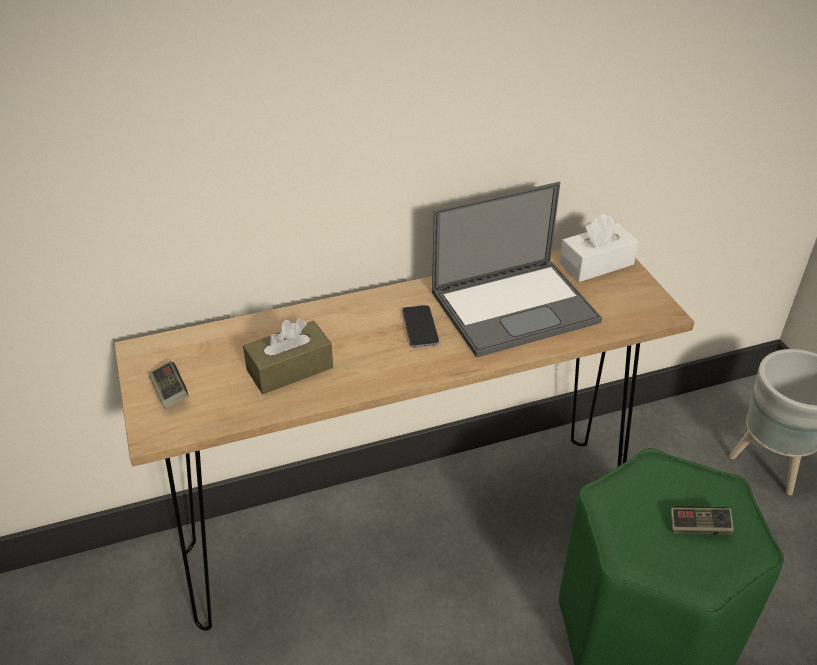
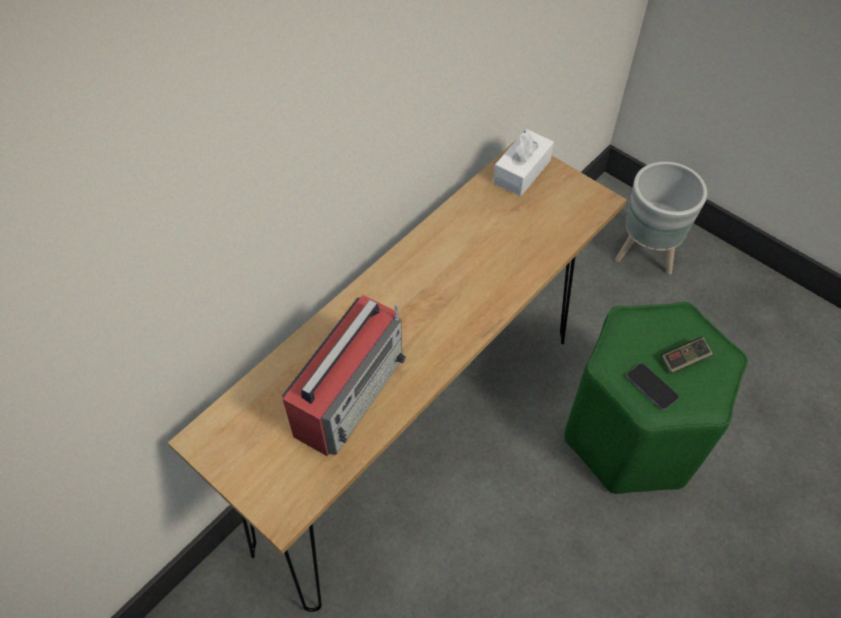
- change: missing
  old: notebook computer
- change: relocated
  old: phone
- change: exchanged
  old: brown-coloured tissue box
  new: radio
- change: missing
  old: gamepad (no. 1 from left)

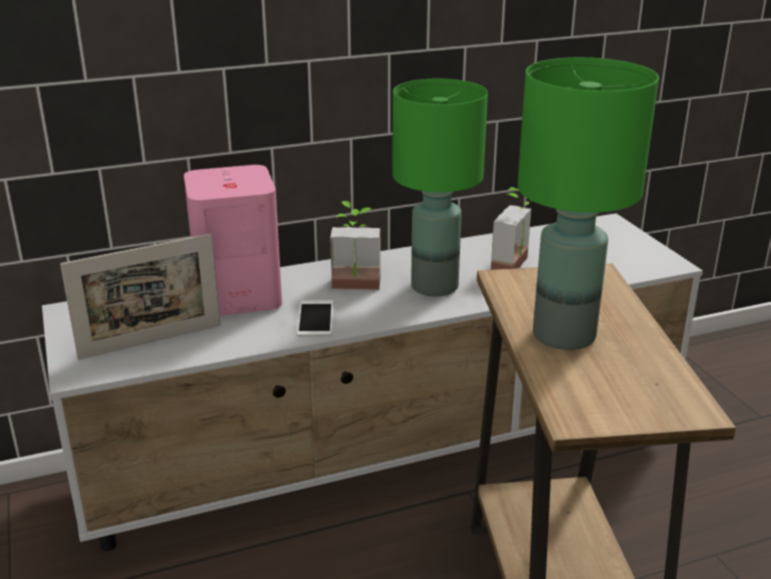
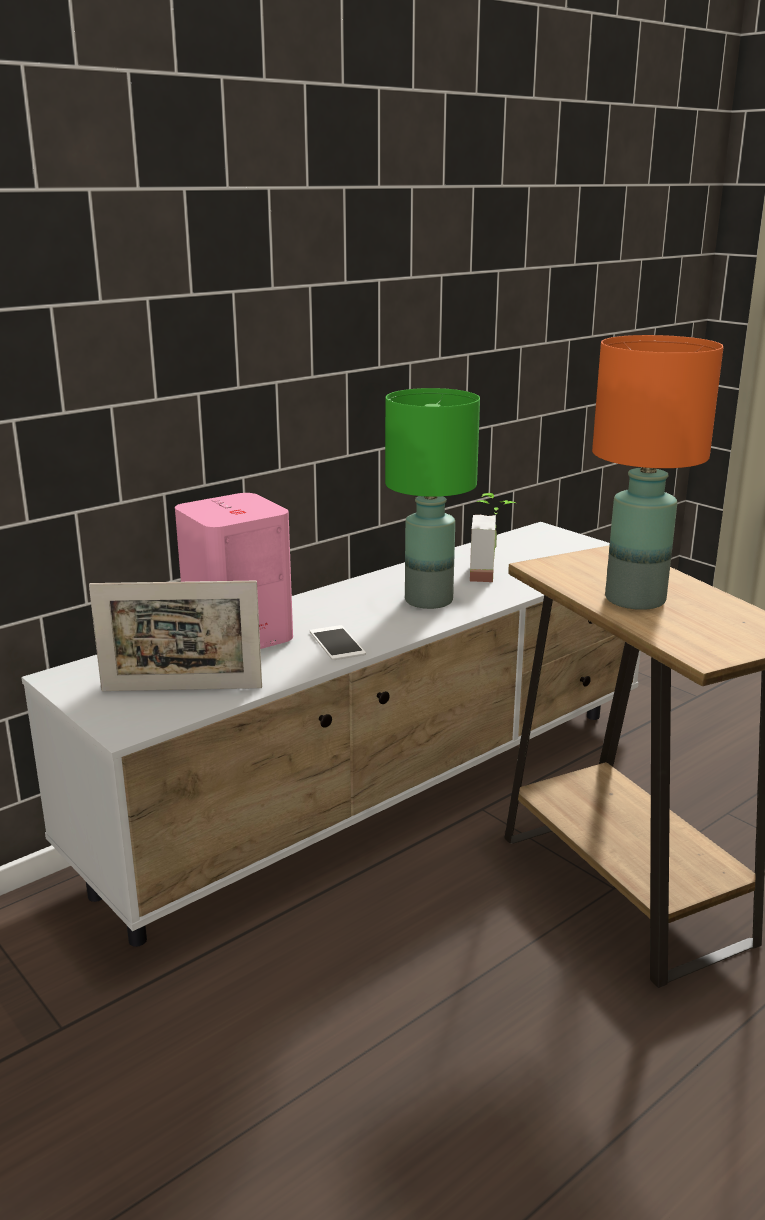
- change: colour
  old: green table lamp (no. 2 from left)
  new: orange table lamp
- change: missing
  old: houseplant (no. 1 from left)
- change: spun
  old: standing frame
  degrees: 45

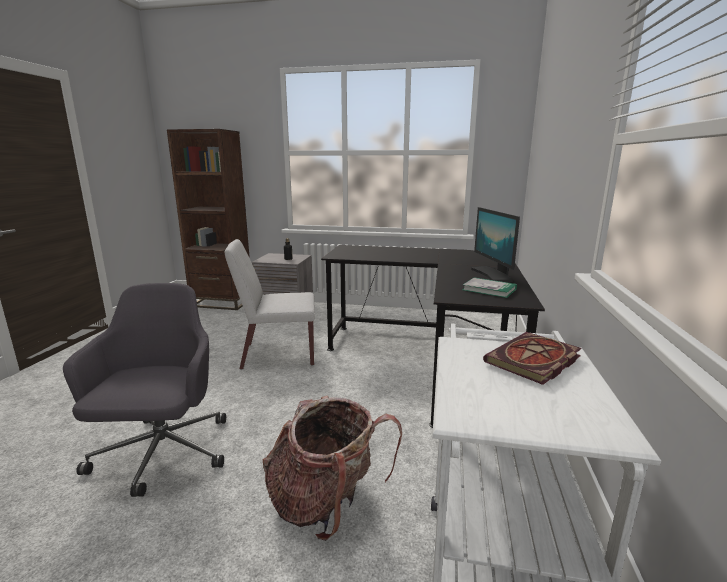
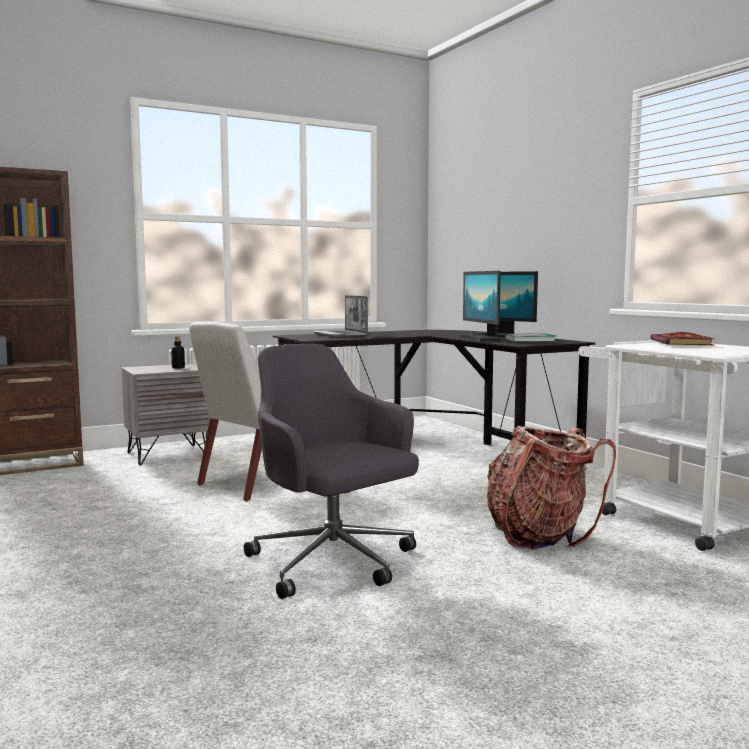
- change: appeared
  new: computer display (no. 1 from left)
- change: appeared
  new: notebook computer

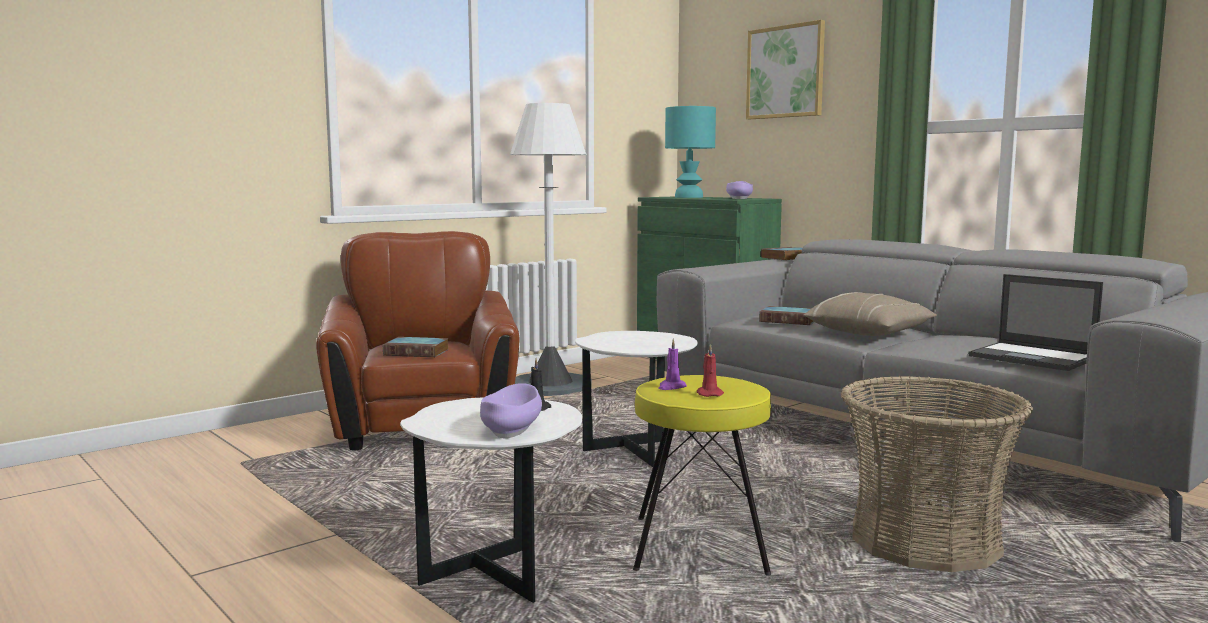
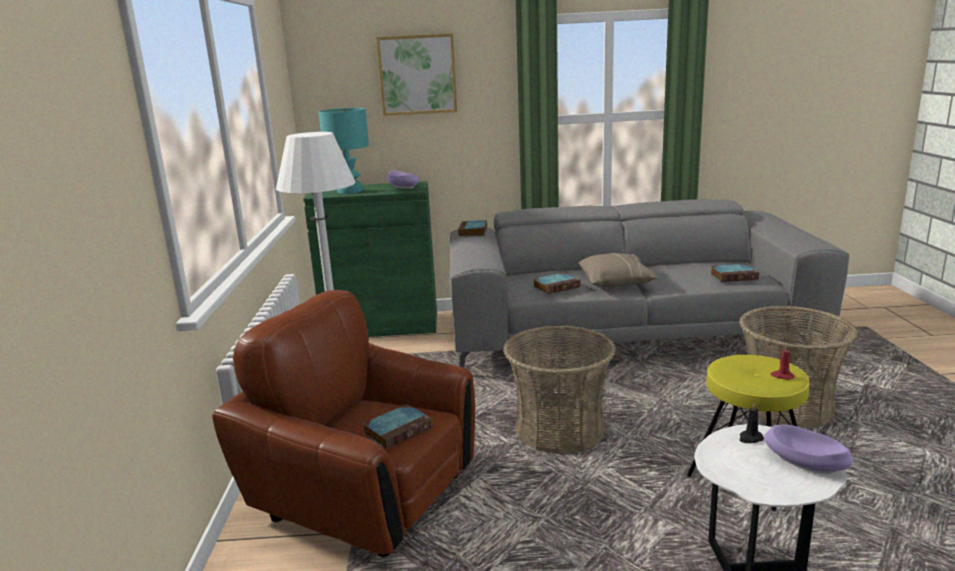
- change: exchanged
  old: notebook computer
  new: bound book (no. 4 from left)
- change: exchanged
  old: whitish accent table (no. 2 from left)
  new: basket (no. 1 from left)
- change: missing
  old: purple wax light

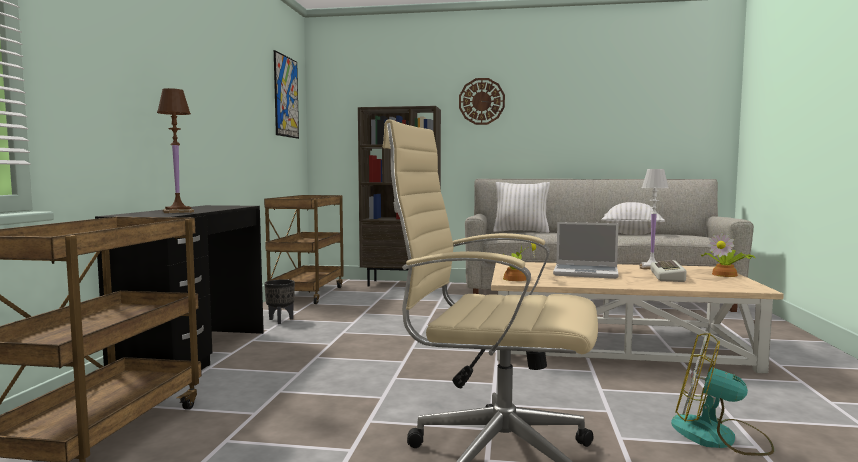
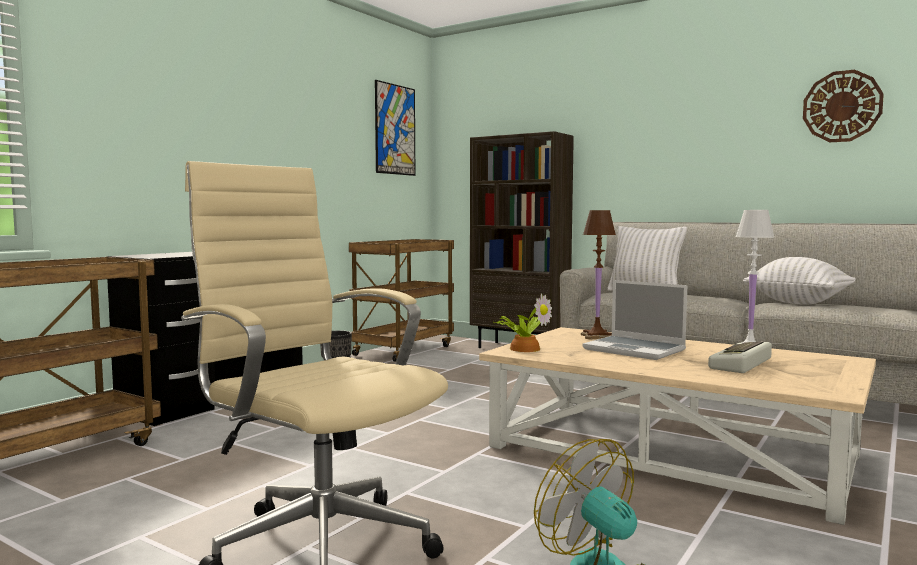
- change: relocated
  old: hanging clock
- change: relocated
  old: brown-coloured table lamp
- change: missing
  old: houseplant (no. 2 from left)

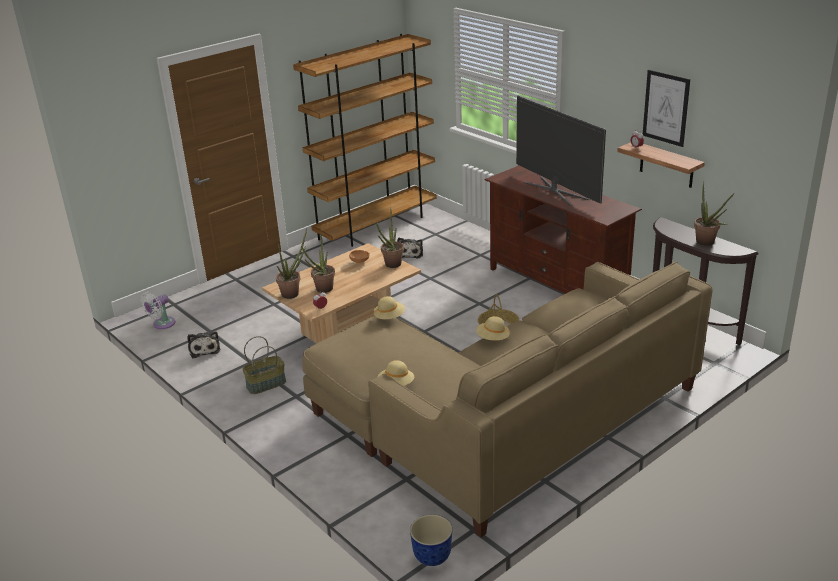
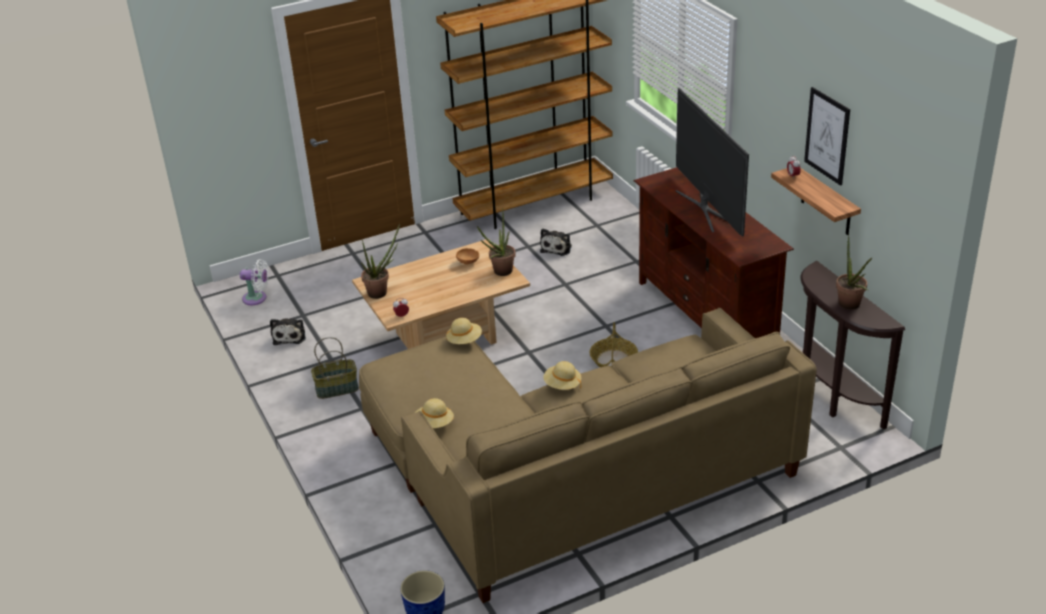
- change: missing
  old: houseplant (no. 2 from left)
- change: spun
  old: whitish cooling fan
  degrees: -135

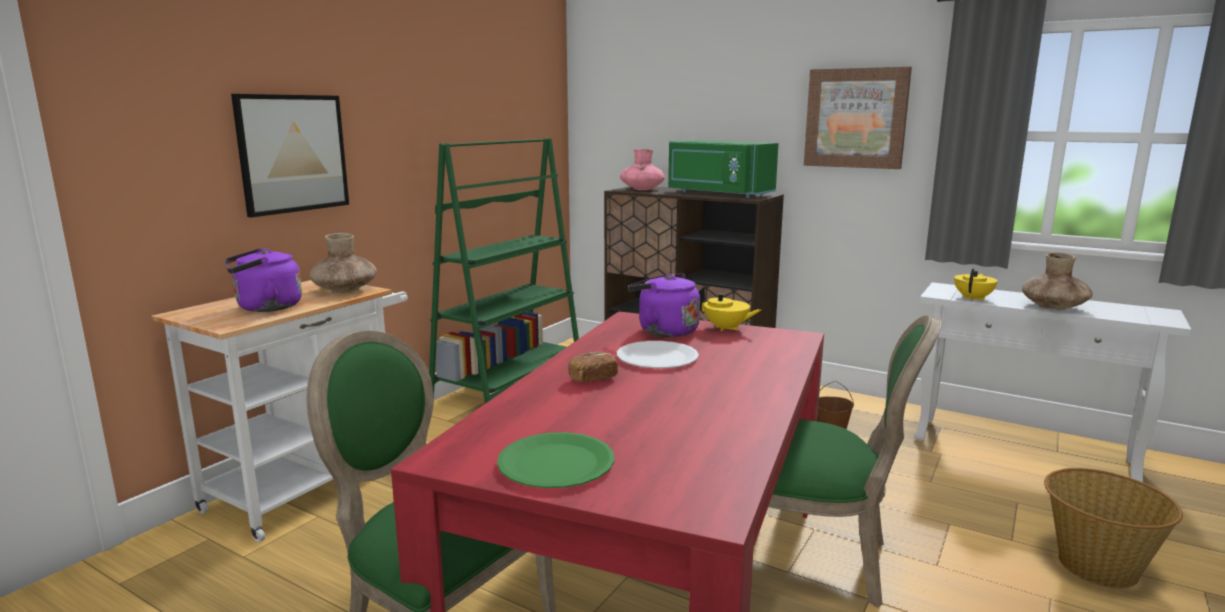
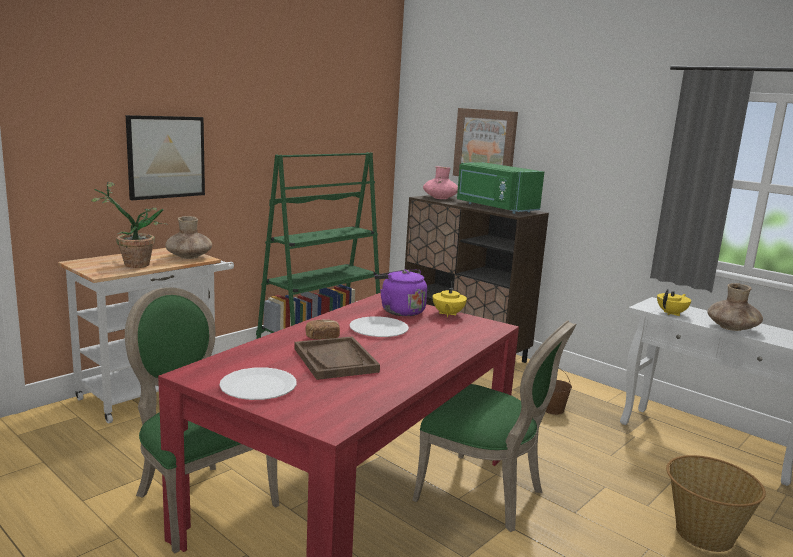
- change: relocated
  old: picture (no. 2 from left)
- change: exchanged
  old: purple water kettle (no. 1 from left)
  new: houseplant
- change: spun
  old: yellow-coloured tea pot (no. 1 from left)
  degrees: 60
- change: colour
  old: green dinner plate
  new: whitish dinner plate (no. 1 from left)
- change: appeared
  new: brown-coloured serving tray

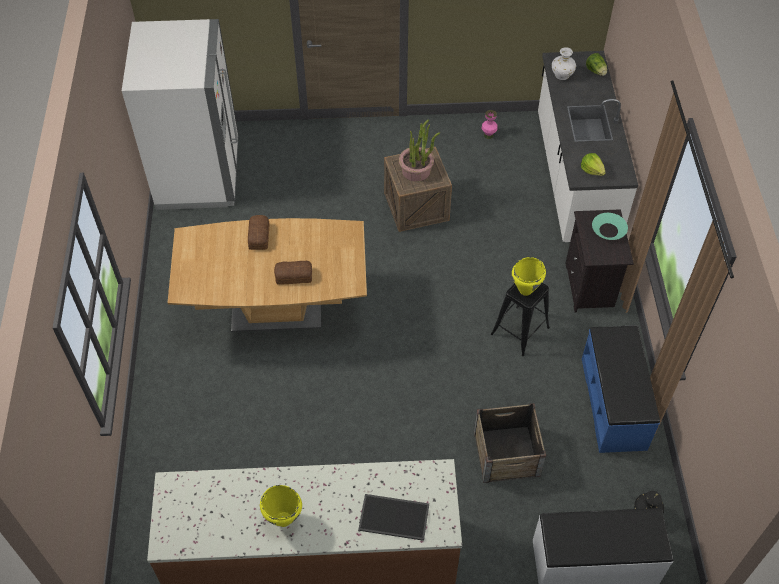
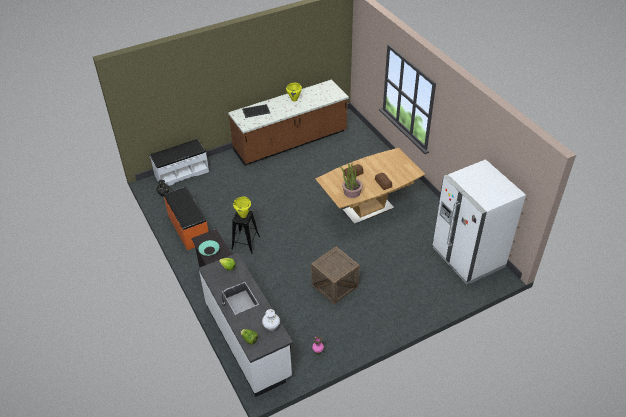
- change: relocated
  old: houseplant
- change: colour
  old: bluish long seat
  new: orange long seat
- change: missing
  old: crate (no. 2 from left)

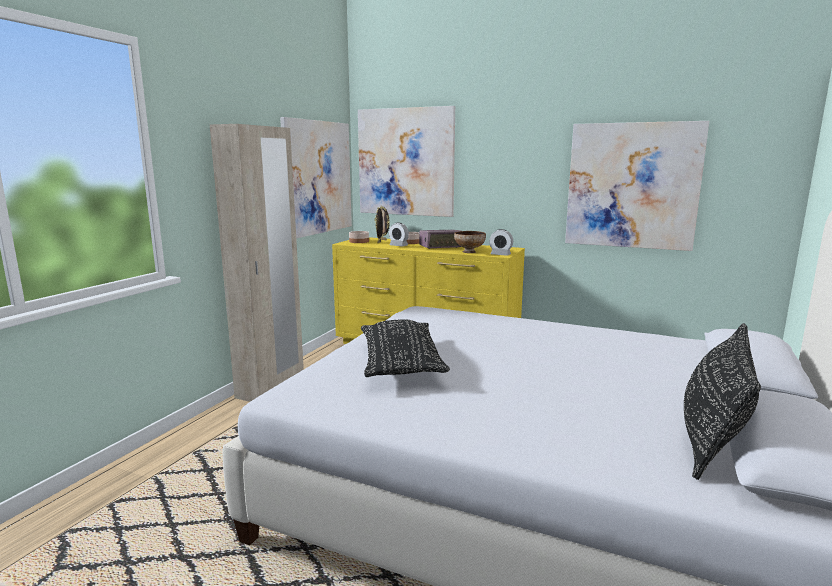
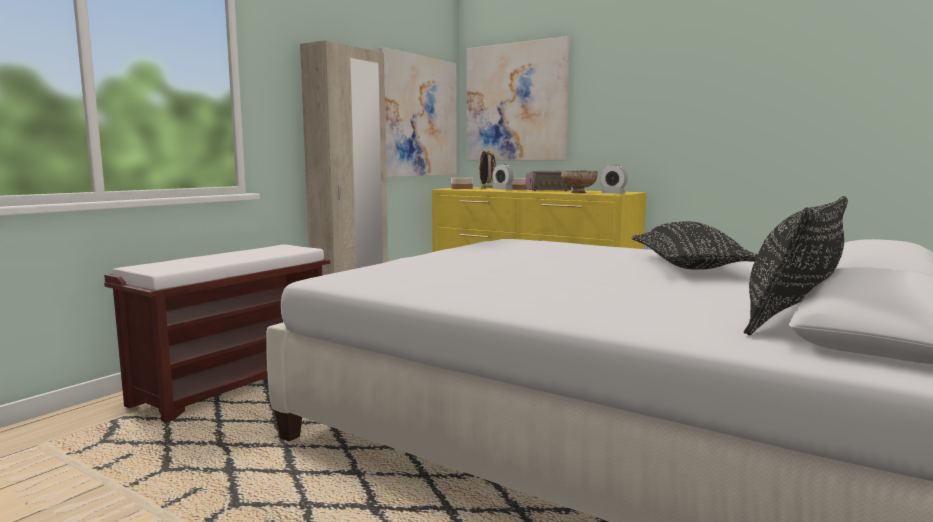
- change: missing
  old: picture (no. 3 from left)
- change: relocated
  old: black cushion (no. 1 from left)
- change: appeared
  new: brown-coloured long seat

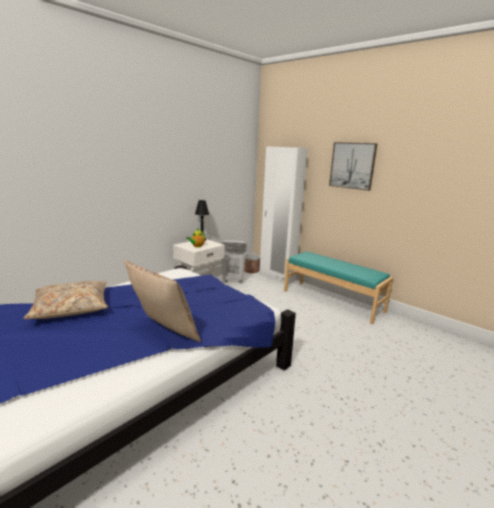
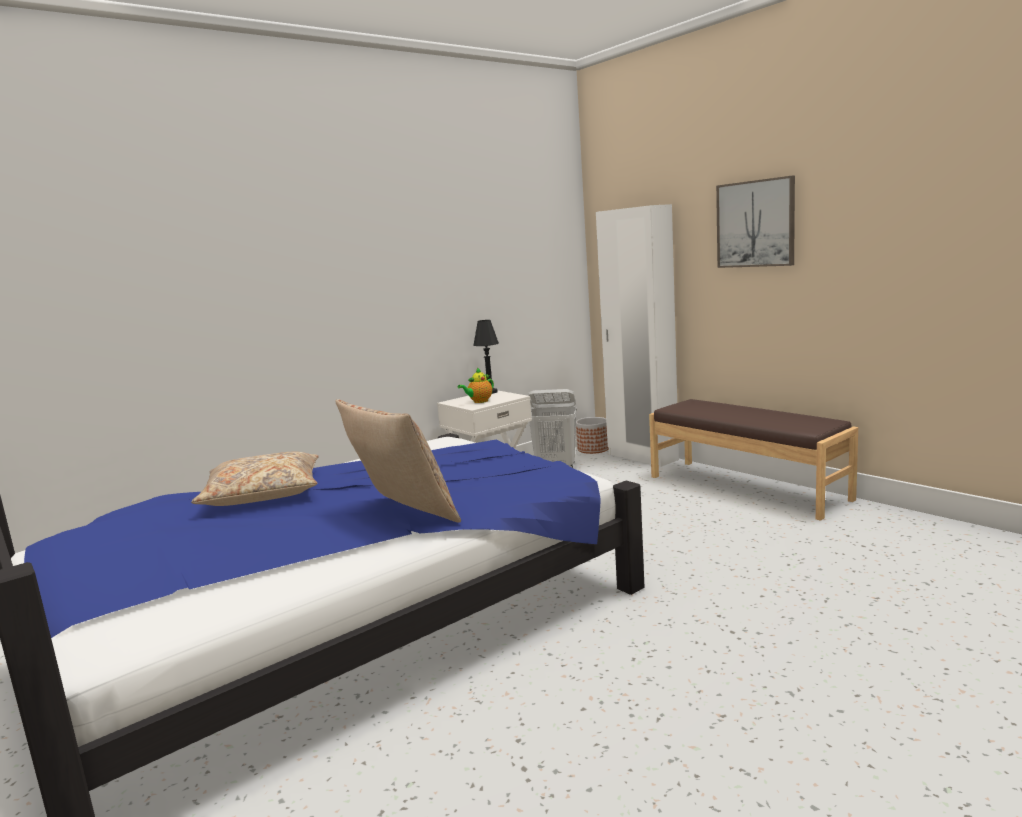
- change: colour
  old: turquoise long seat
  new: brown-coloured long seat

